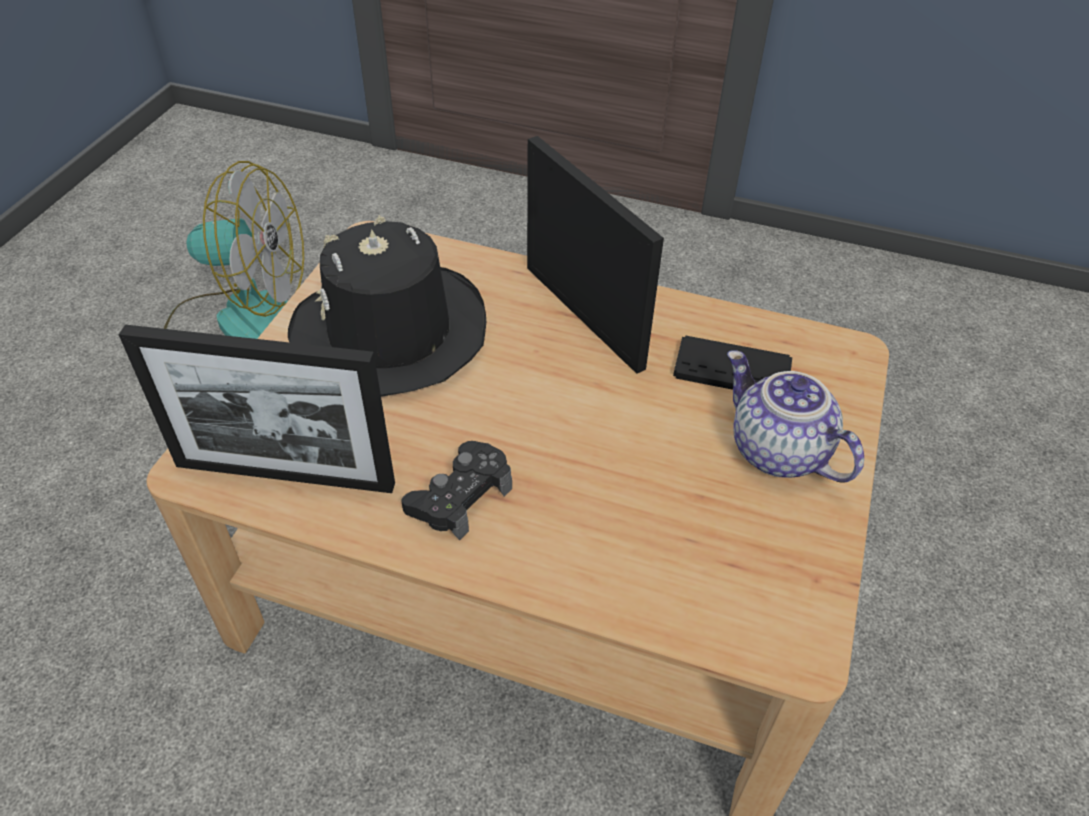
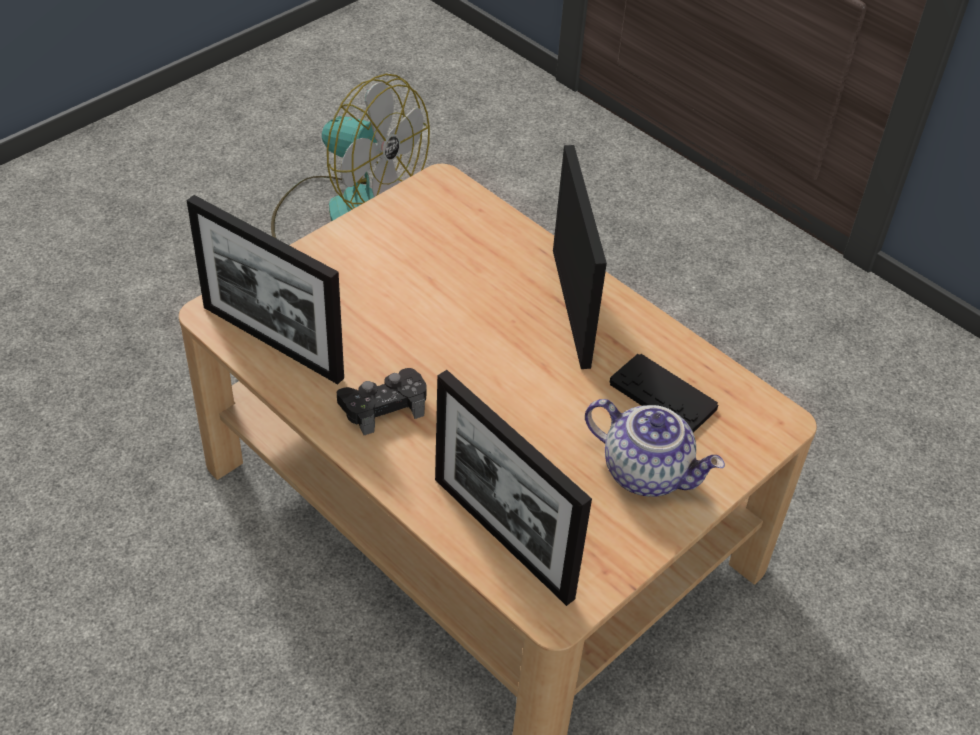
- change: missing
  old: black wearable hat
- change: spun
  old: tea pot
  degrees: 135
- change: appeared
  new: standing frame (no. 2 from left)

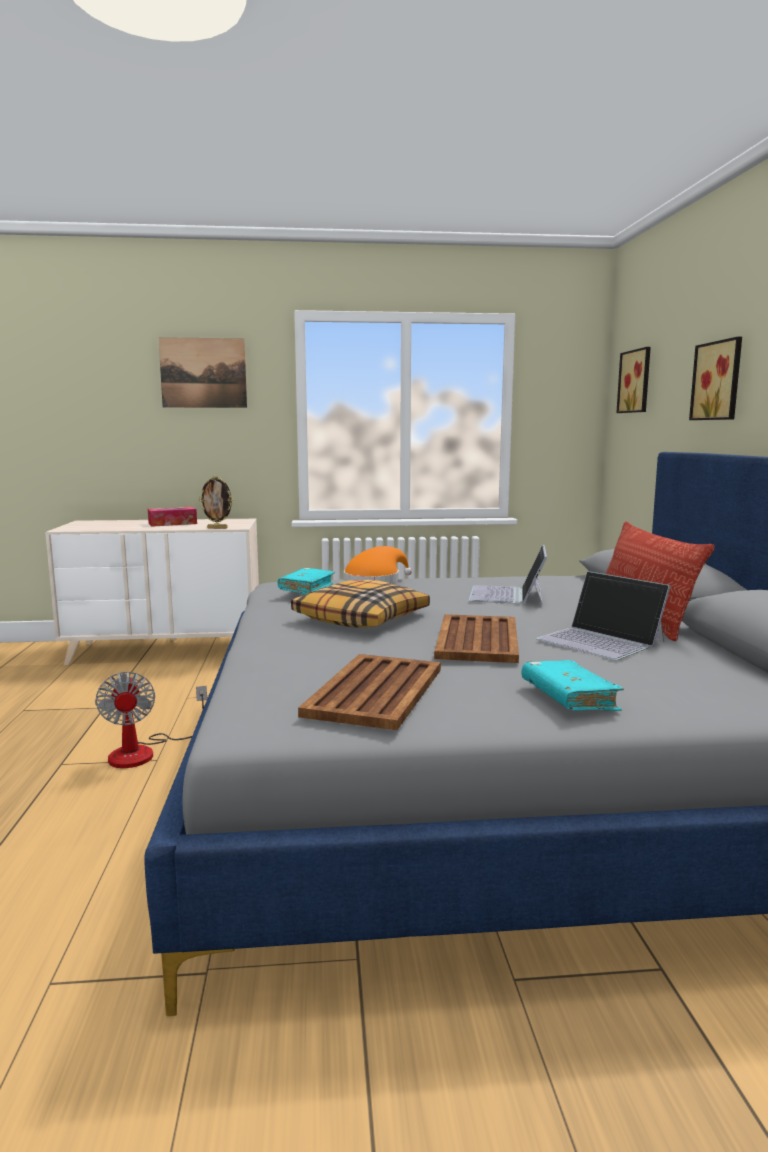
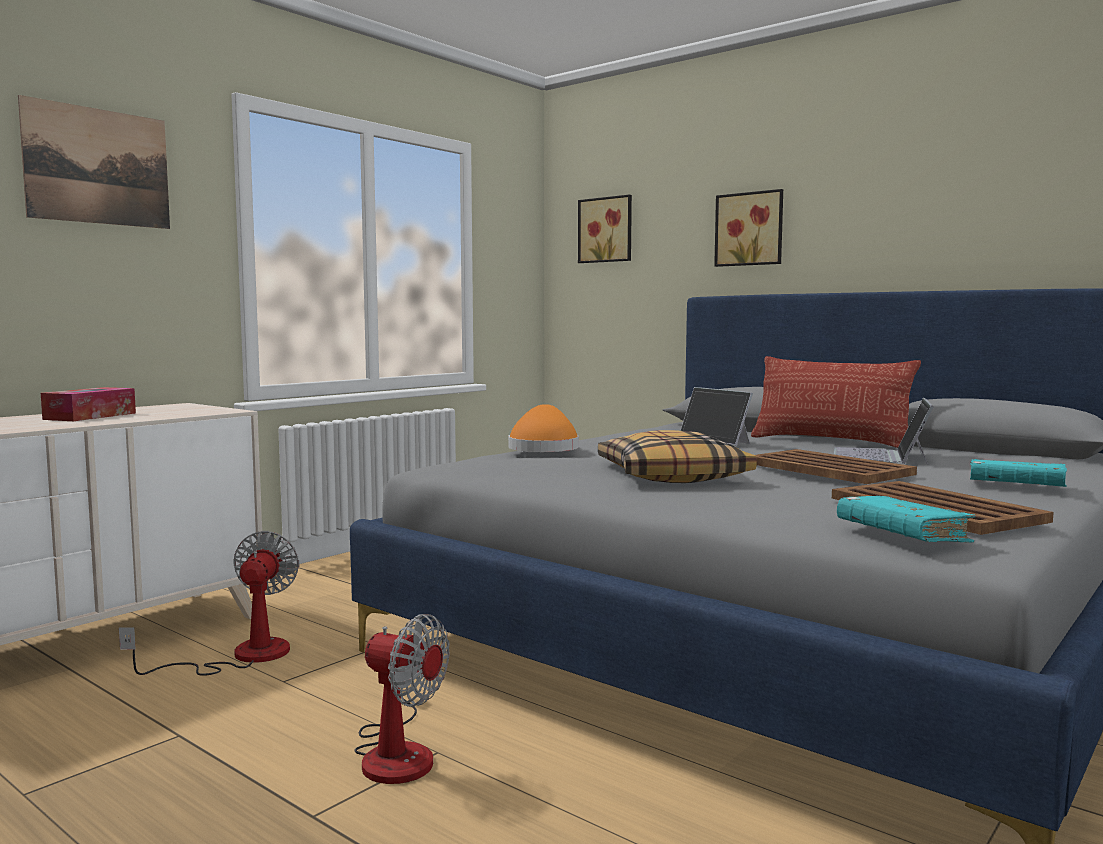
- change: missing
  old: standing frame
- change: relocated
  old: turquoise bound book (no. 1 from left)
- change: spun
  old: notebook computer (no. 2 from left)
  degrees: 105
- change: appeared
  new: cooling fan (no. 1 from left)

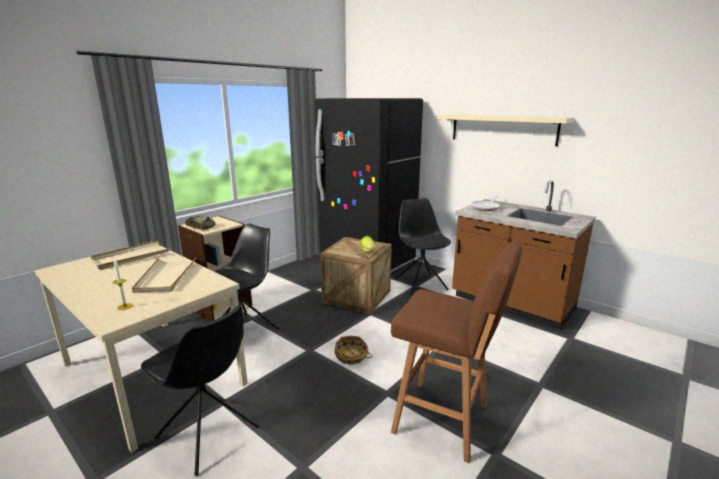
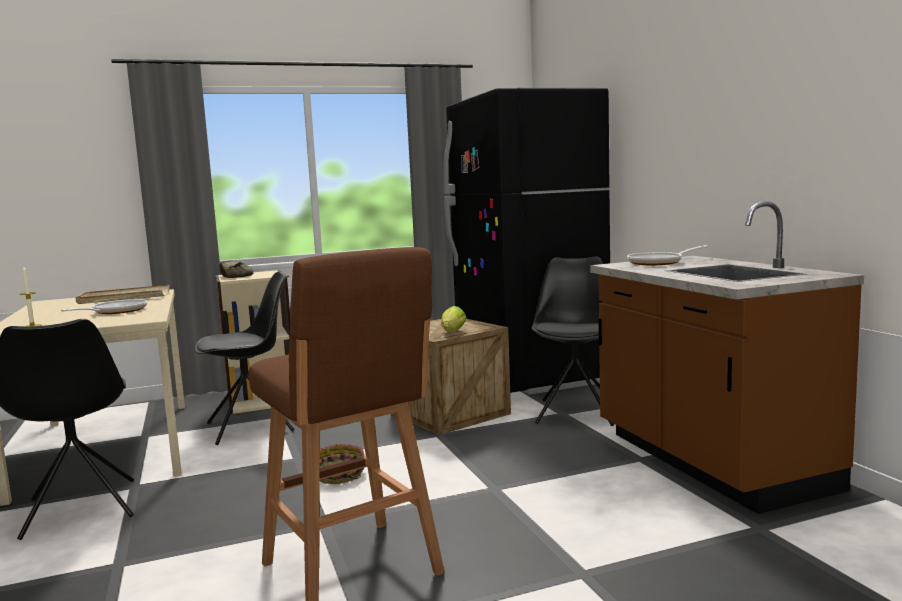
- change: missing
  old: sand-coloured bracket shelf
- change: exchanged
  old: sand-coloured serving tray (no. 2 from left)
  new: skillet (no. 1 from left)

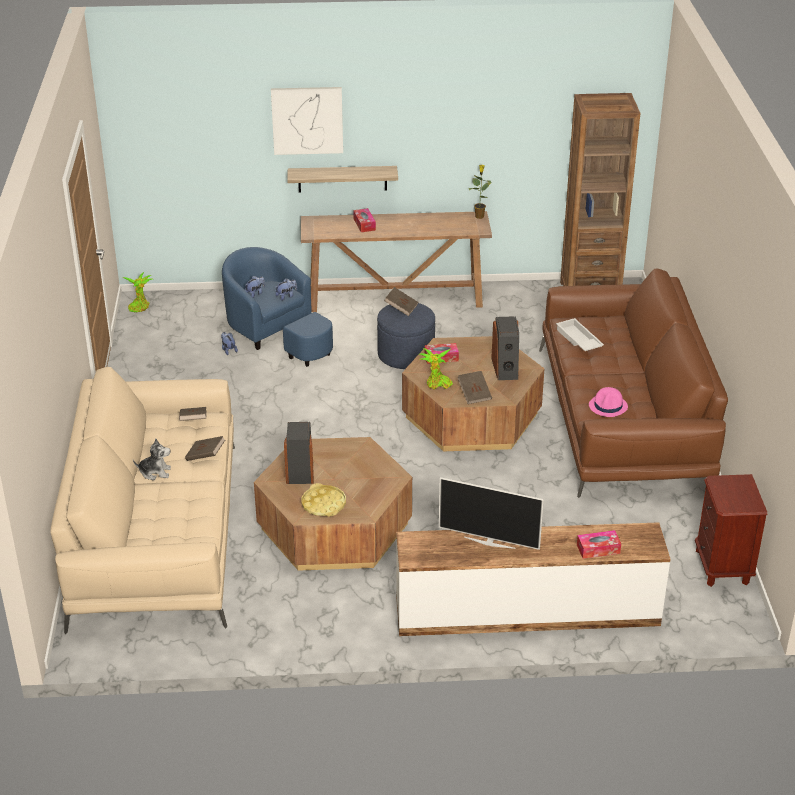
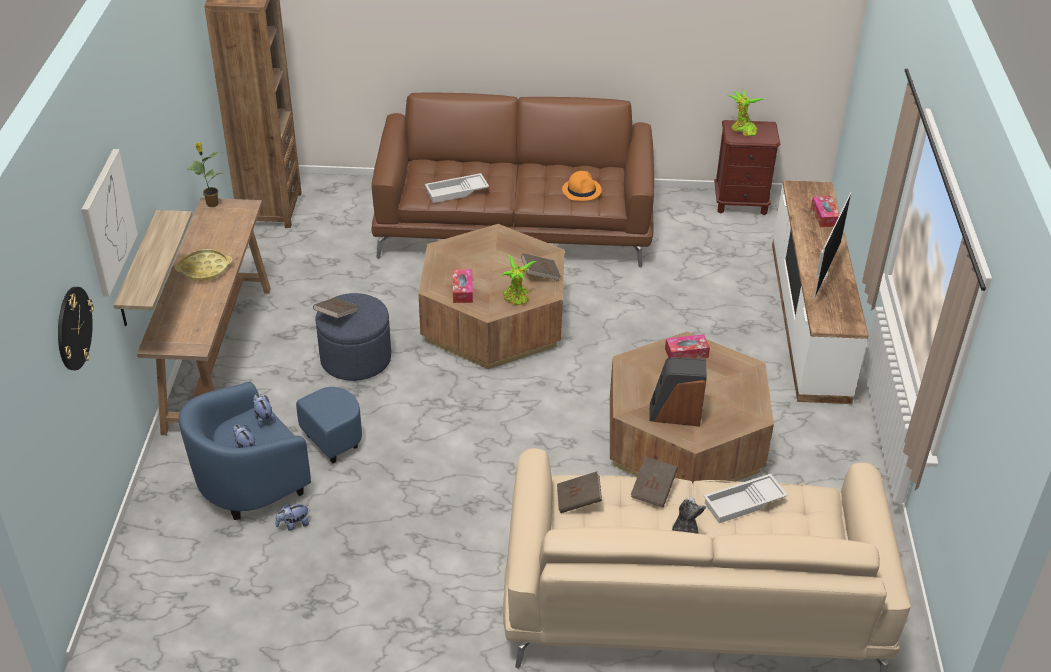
- change: relocated
  old: tissue box (no. 1 from left in the first image)
  new: tissue box (no. 2 from left)
- change: relocated
  old: houseplant (no. 1 from left in the first image)
  new: houseplant (no. 3 from left)
- change: missing
  old: audio speaker (no. 2 from left)
- change: colour
  old: pink wearable hat
  new: orange wearable hat
- change: relocated
  old: yellow-coloured serving tray
- change: appeared
  new: hanging clock
- change: appeared
  new: whitish serving tray (no. 2 from left)

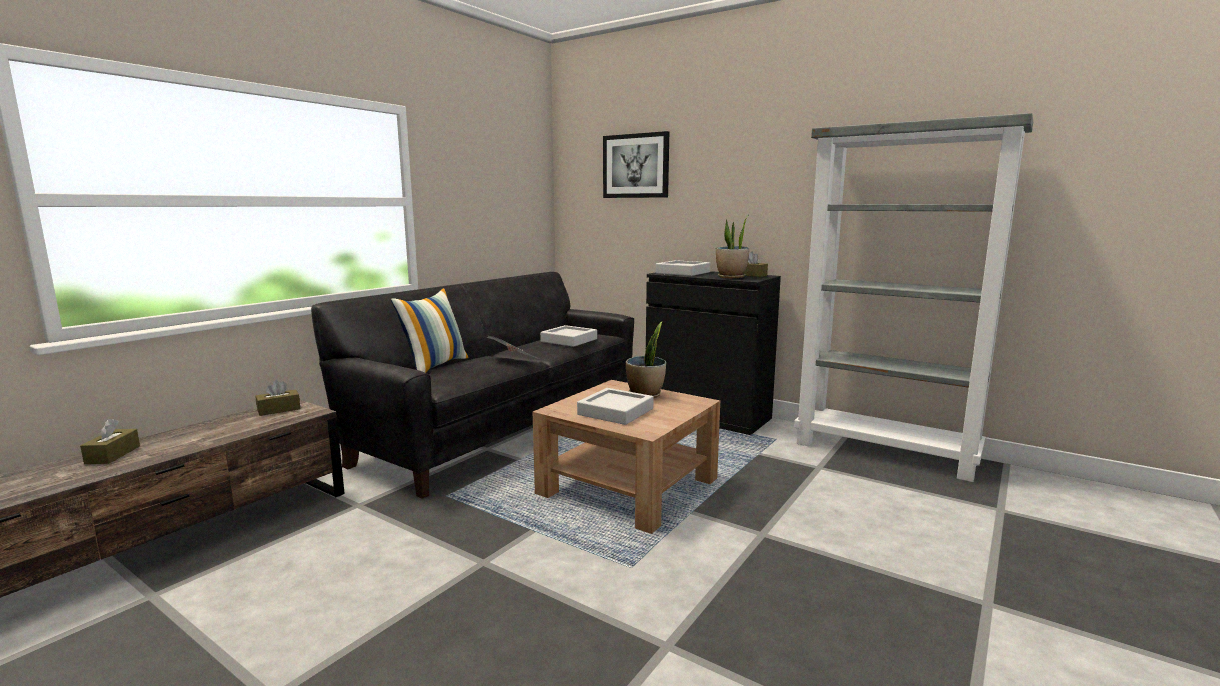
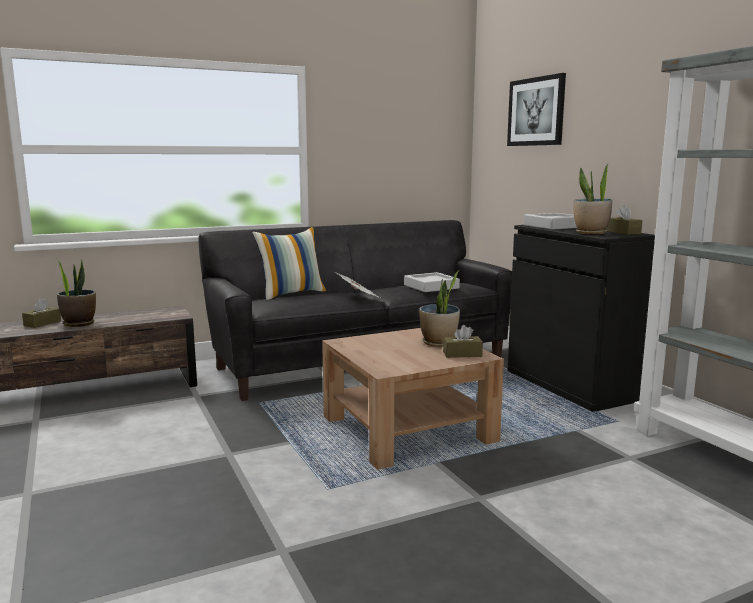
- change: relocated
  old: brown-coloured tissue box (no. 2 from left)
- change: missing
  old: grey serving tray (no. 2 from left)
- change: appeared
  new: houseplant (no. 1 from left)

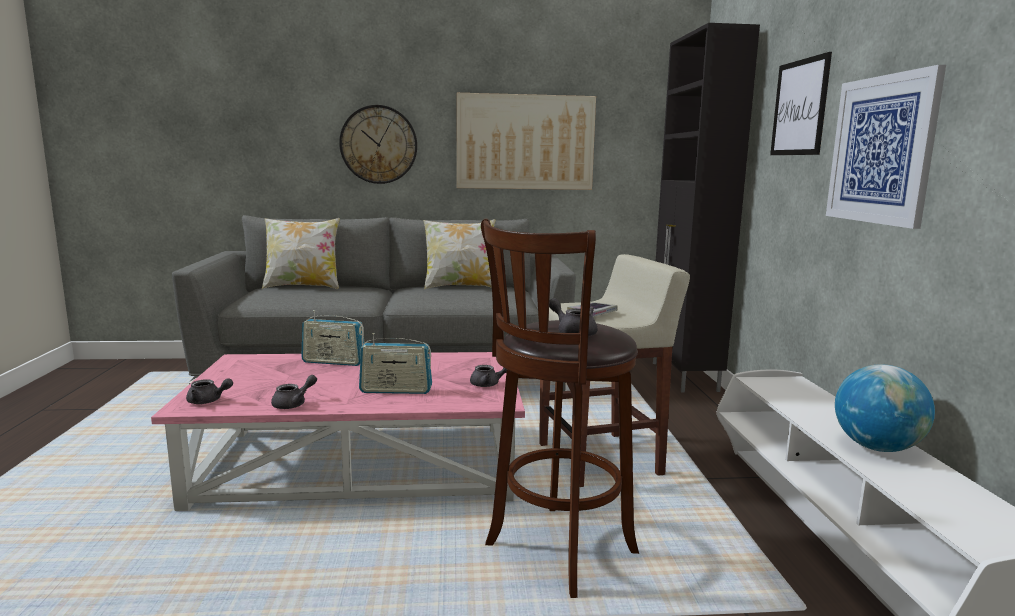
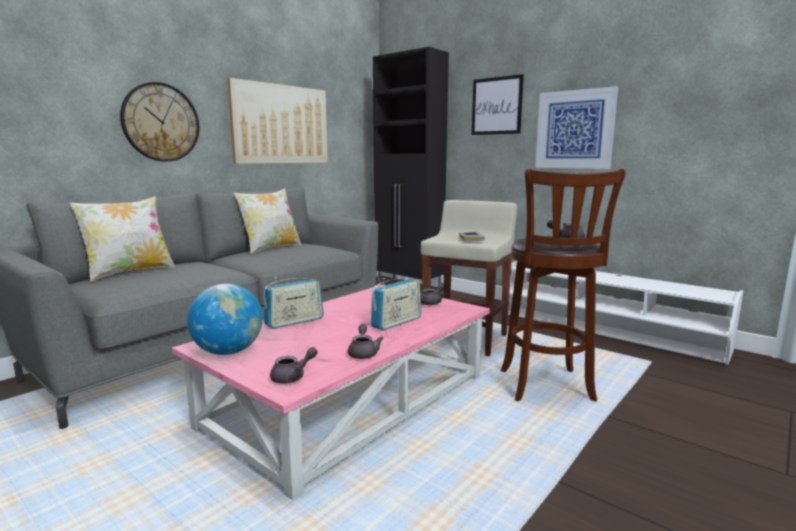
- change: relocated
  old: globe

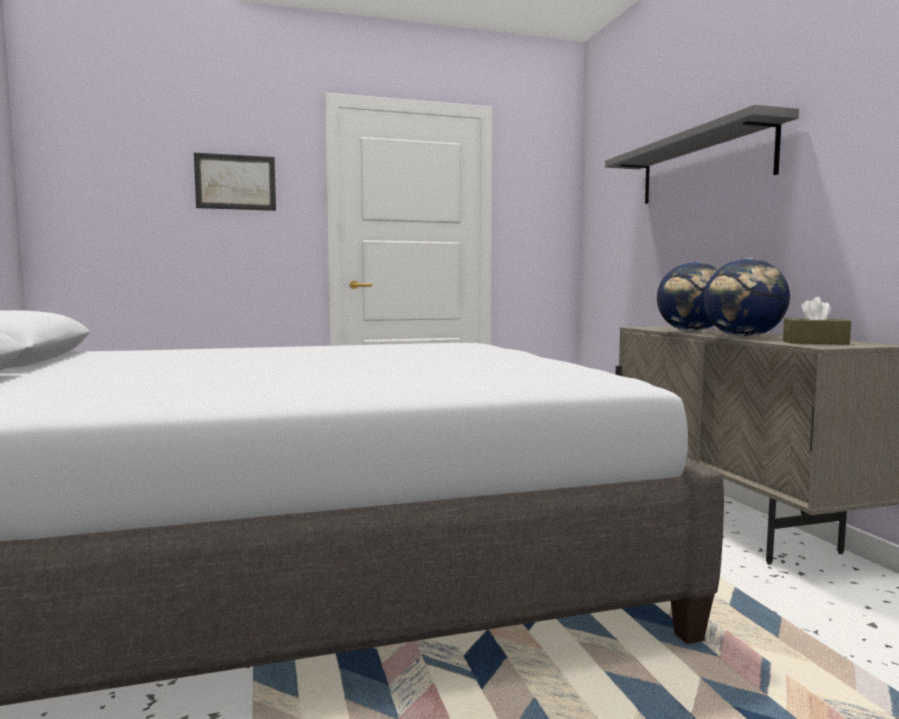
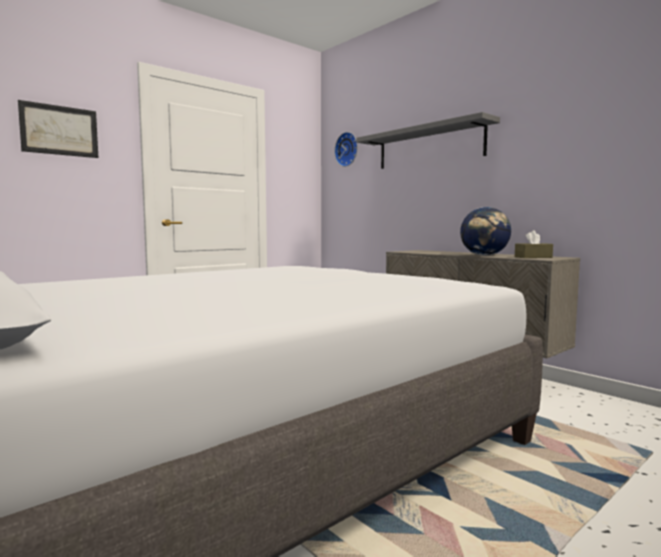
- change: missing
  old: globe (no. 1 from left)
- change: appeared
  new: hanging clock

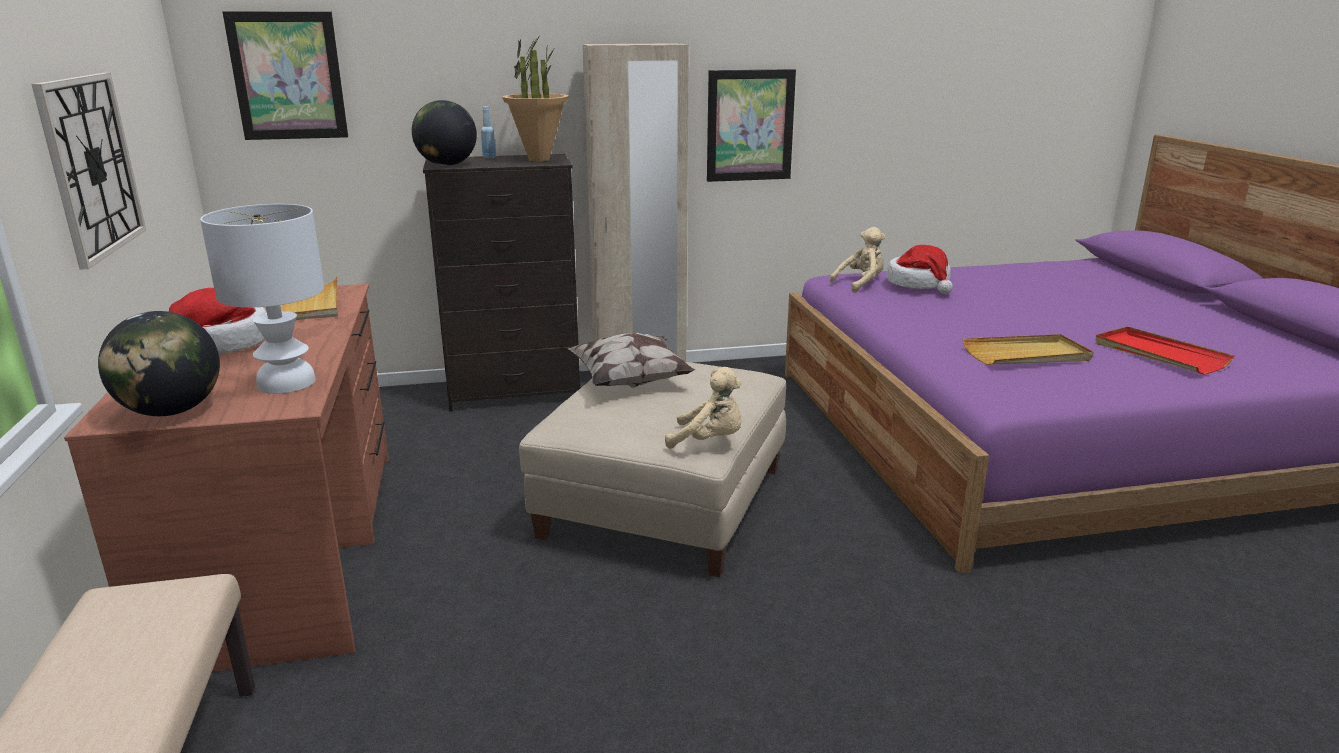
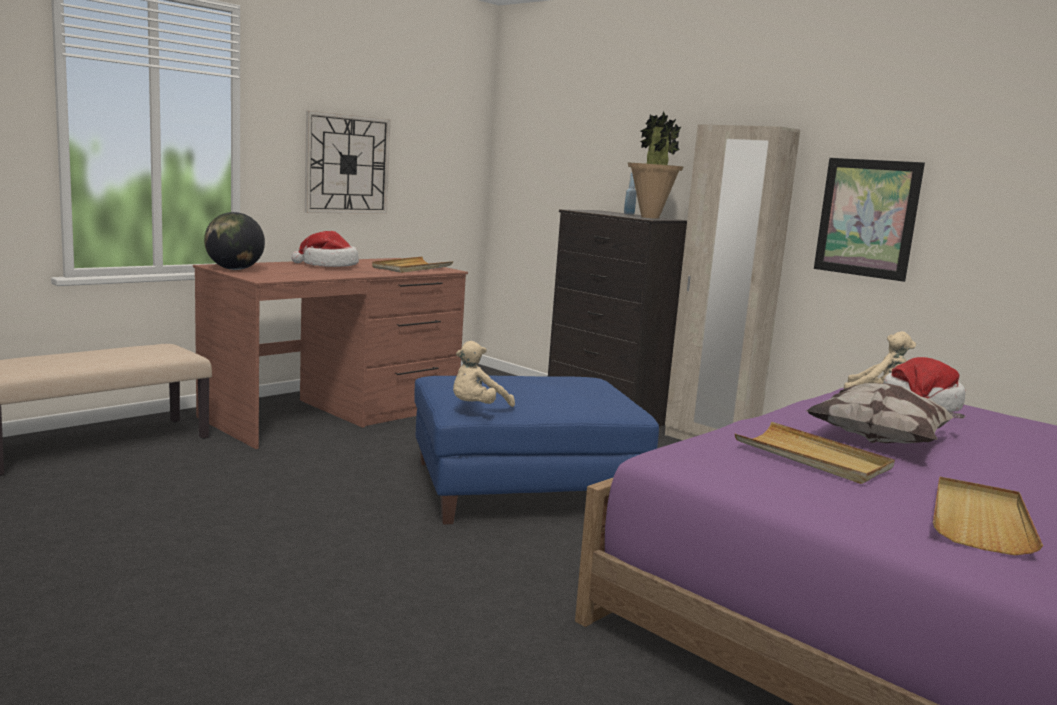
- change: missing
  old: picture (no. 1 from left)
- change: missing
  old: globe (no. 2 from left)
- change: missing
  old: whitish table lamp
- change: colour
  old: reddish serving tray
  new: sand-coloured serving tray (no. 3 from left)
- change: relocated
  old: cushion
- change: colour
  old: sand-coloured ottoman
  new: bluish ottoman
- change: spun
  old: sand-coloured plush toy (no. 1 from left)
  degrees: 60

